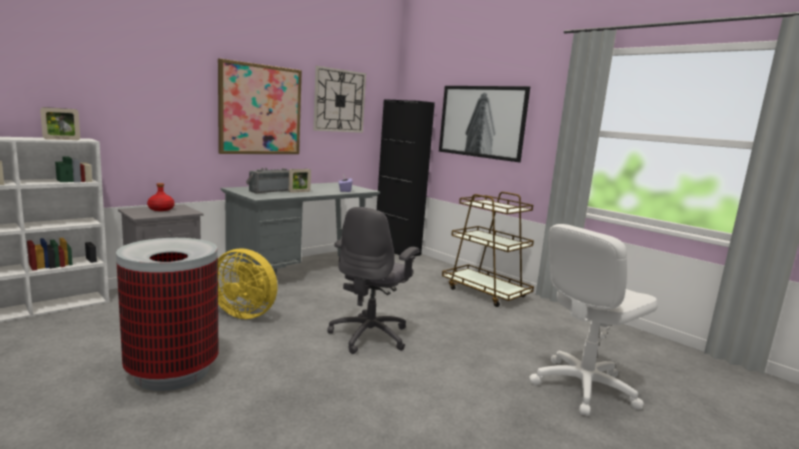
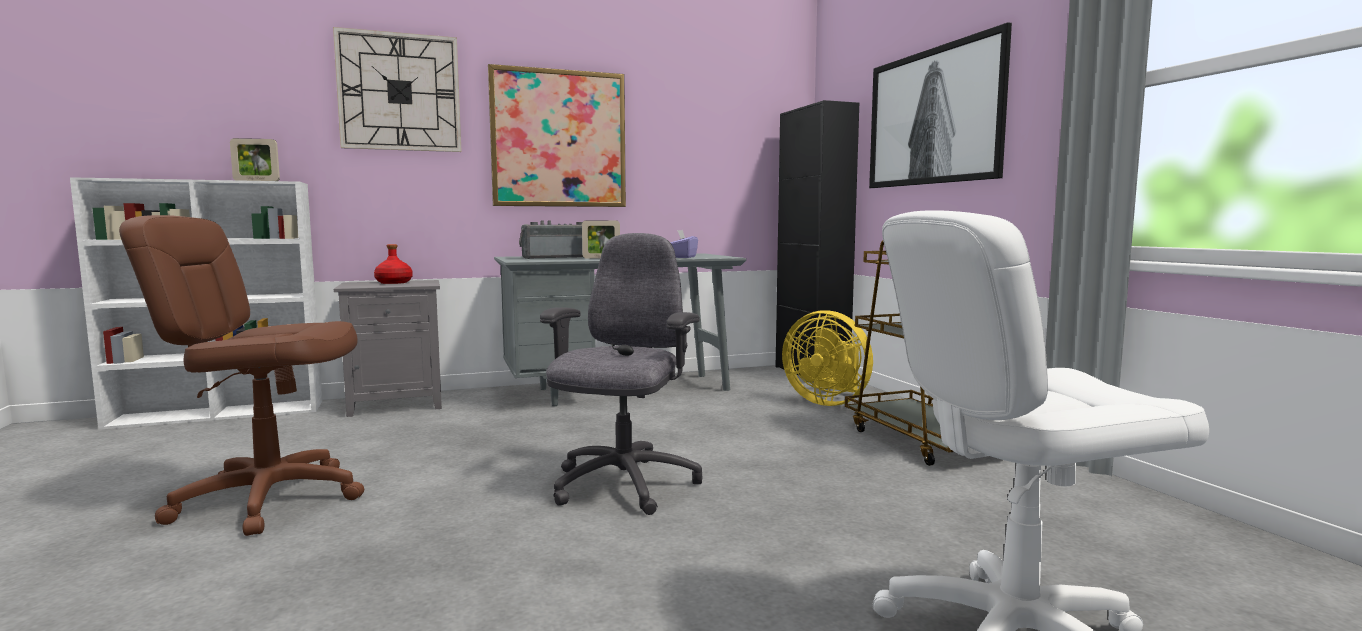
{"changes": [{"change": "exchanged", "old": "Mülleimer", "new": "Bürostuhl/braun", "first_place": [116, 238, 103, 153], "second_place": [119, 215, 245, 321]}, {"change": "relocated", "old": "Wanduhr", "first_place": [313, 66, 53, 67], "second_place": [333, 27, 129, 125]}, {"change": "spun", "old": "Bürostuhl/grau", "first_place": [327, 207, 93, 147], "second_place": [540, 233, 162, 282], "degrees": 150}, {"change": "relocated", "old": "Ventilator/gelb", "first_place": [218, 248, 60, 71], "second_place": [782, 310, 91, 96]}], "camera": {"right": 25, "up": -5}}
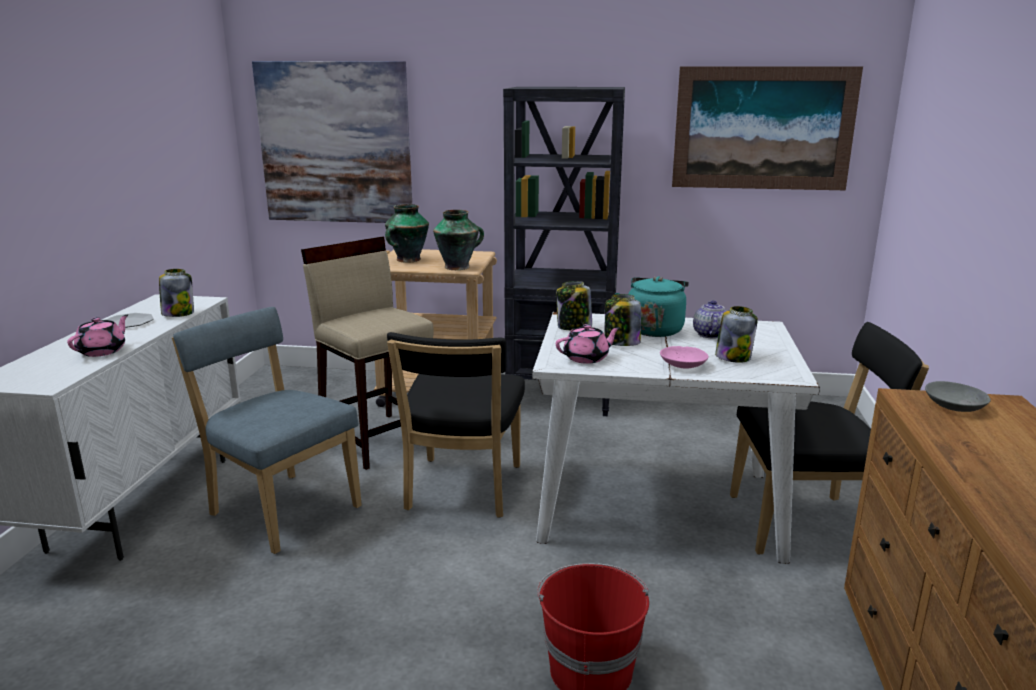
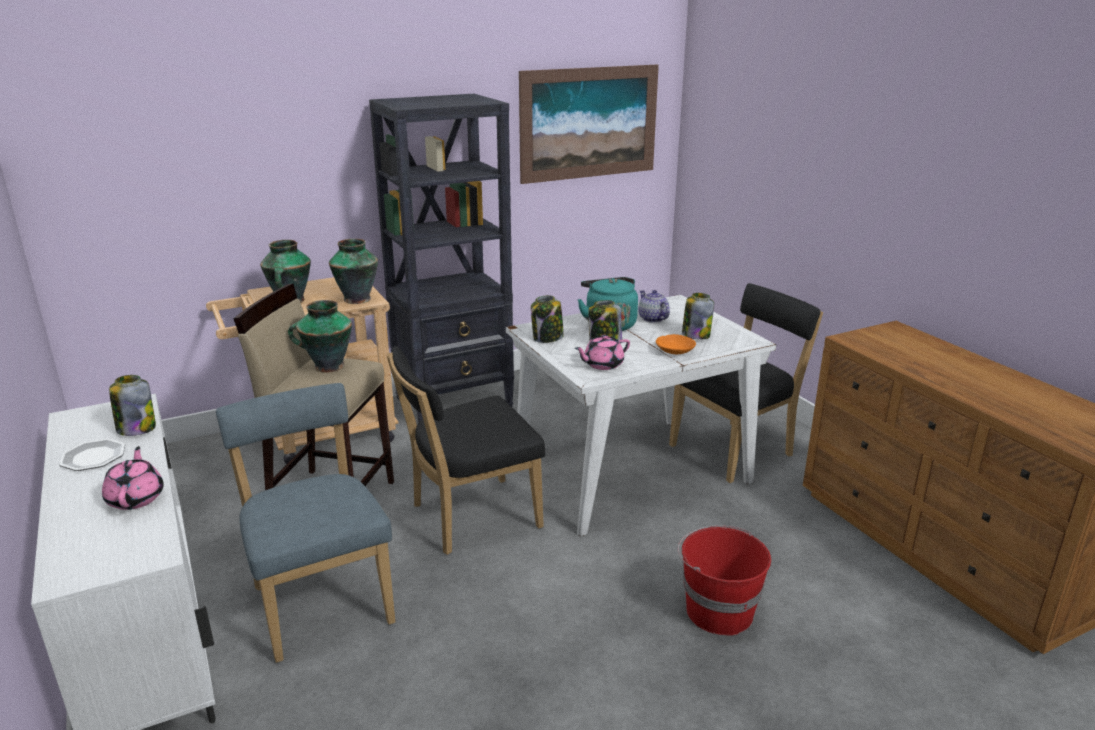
{"changes": [{"change": "spun", "old": "Stuhl/blau", "first_place": [172, 307, 190, 247], "second_place": [216, 383, 179, 280], "degrees": 60}, {"change": "appeared", "new": "Vase", "second_place": [288, 300, 64, 73]}, {"change": "spun", "old": "Stuhl/schwarz", "first_place": [387, 332, 138, 185], "second_place": [387, 346, 158, 209], "degrees": 90}, {"change": "spun", "old": "Teekanne/rosa", "first_place": [556, 324, 65, 40], "second_place": [575, 335, 55, 35], "degrees": -150}, {"change": "colour", "old": "Schüssel/rosa", "new": "Schüssel/orange", "first_place": [660, 346, 49, 22], "second_place": [656, 334, 40, 20]}, {"change": "missing", "old": "Bild", "first_place": [252, 61, 160, 162]}, {"change": "missing", "old": "Schüssel/grau", "first_place": [925, 381, 66, 31]}], "camera": {"right": -35, "up": 5}}
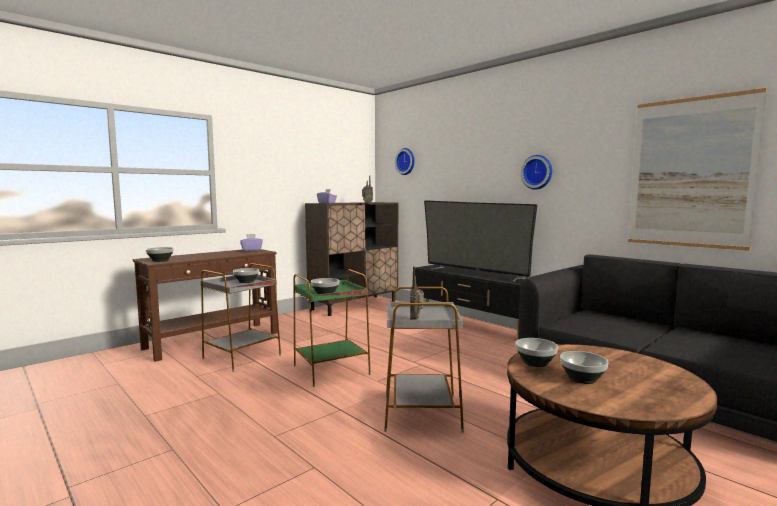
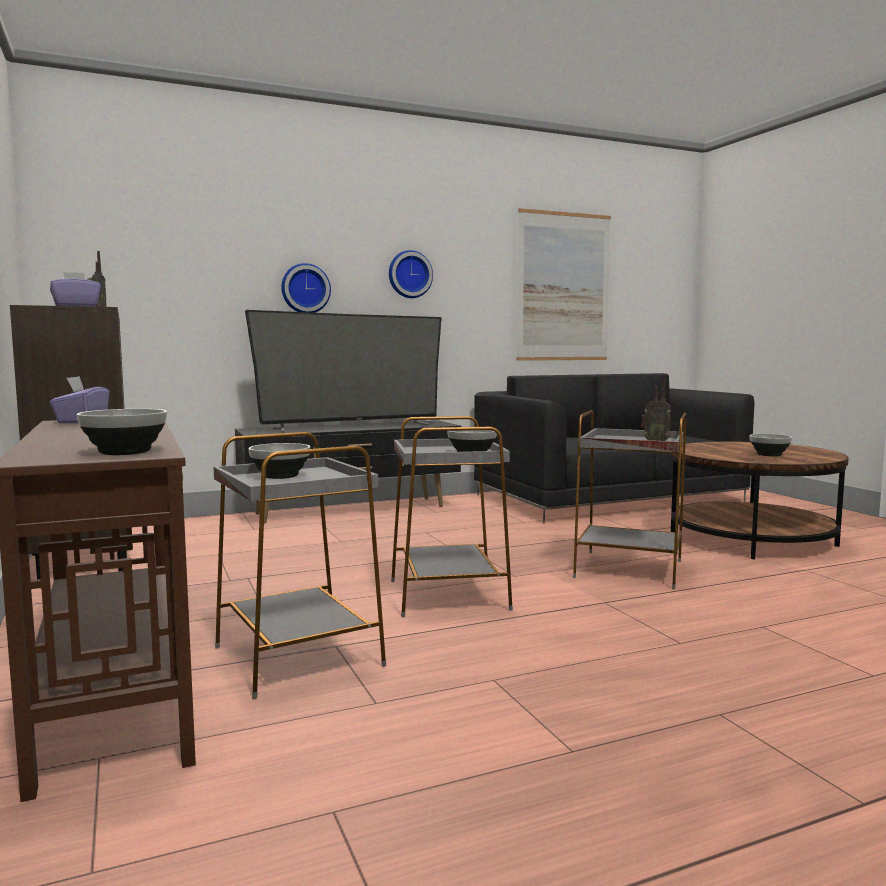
{"changes": [{"change": "relocated", "old": "Wanduhr", "first_place": [395, 148, 20, 27], "second_place": [281, 263, 50, 50]}, {"change": "colour", "old": "Beistelltisch/grün", "new": "Beistelltisch/grau", "first_place": [294, 269, 77, 118], "second_place": [391, 416, 122, 201]}, {"change": "missing", "old": "Schüssel", "first_place": [515, 338, 43, 29]}], "camera": {"right": -70, "up": 0}}
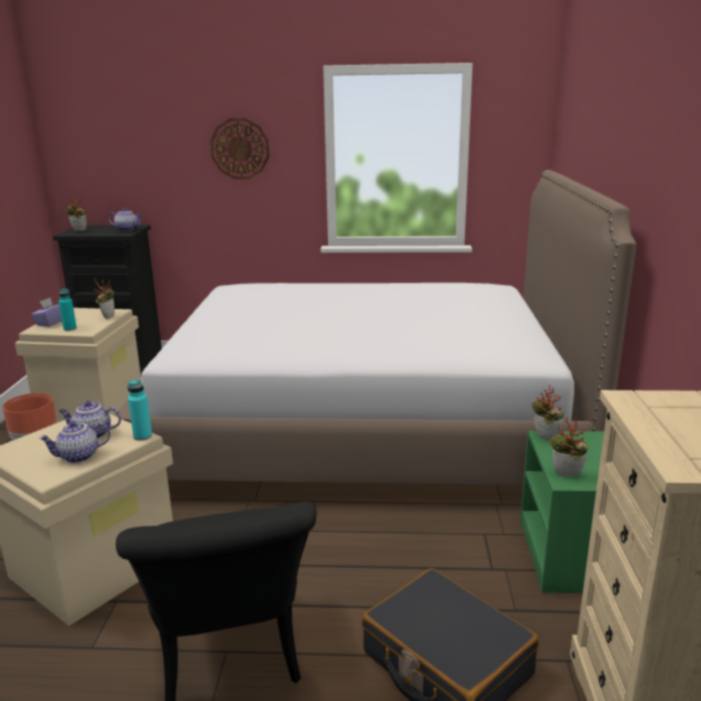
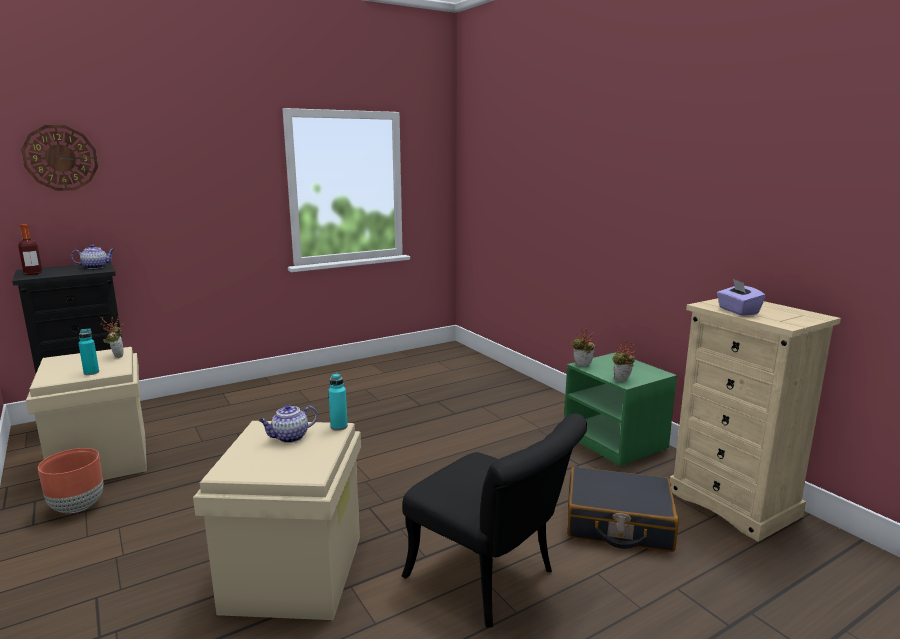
{"changes": [{"change": "exchanged", "old": "Topfpflanze", "new": "Flasche", "first_place": [65, 195, 22, 36], "second_place": [18, 224, 24, 51]}, {"change": "relocated", "old": "Wanduhr", "first_place": [210, 118, 59, 61], "second_place": [21, 125, 77, 66]}, {"change": "relocated", "old": "Taschentuchbox/lila", "first_place": [31, 298, 31, 29], "second_place": [717, 279, 49, 37]}, {"change": "missing", "old": "Teekanne", "first_place": [39, 421, 71, 42]}, {"change": "missing", "old": "Bett", "first_place": [114, 170, 522, 315]}], "camera": {"right": -35, "up": -5}}
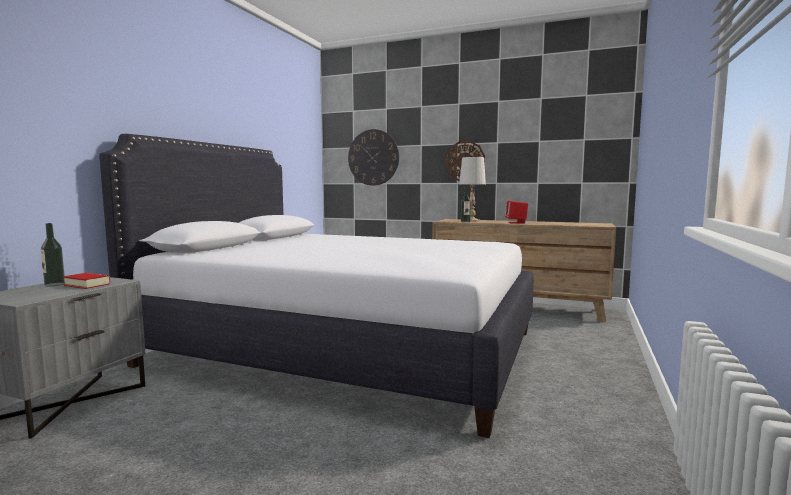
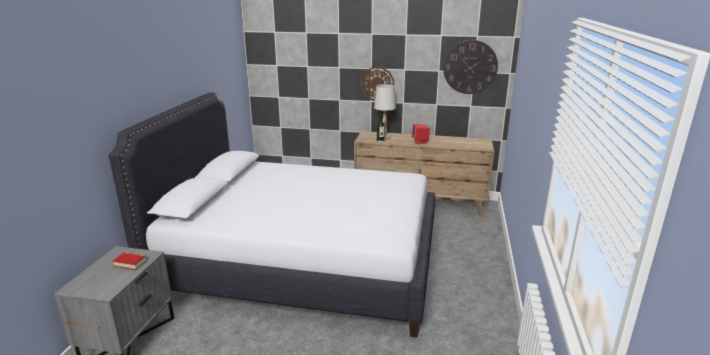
{"changes": [{"change": "relocated", "old": "Wanduhr", "first_place": [348, 129, 51, 57], "second_place": [443, 40, 55, 54]}, {"change": "missing", "old": "Flasche", "first_place": [41, 223, 24, 63]}], "camera": {"right": -10, "up": 15}}
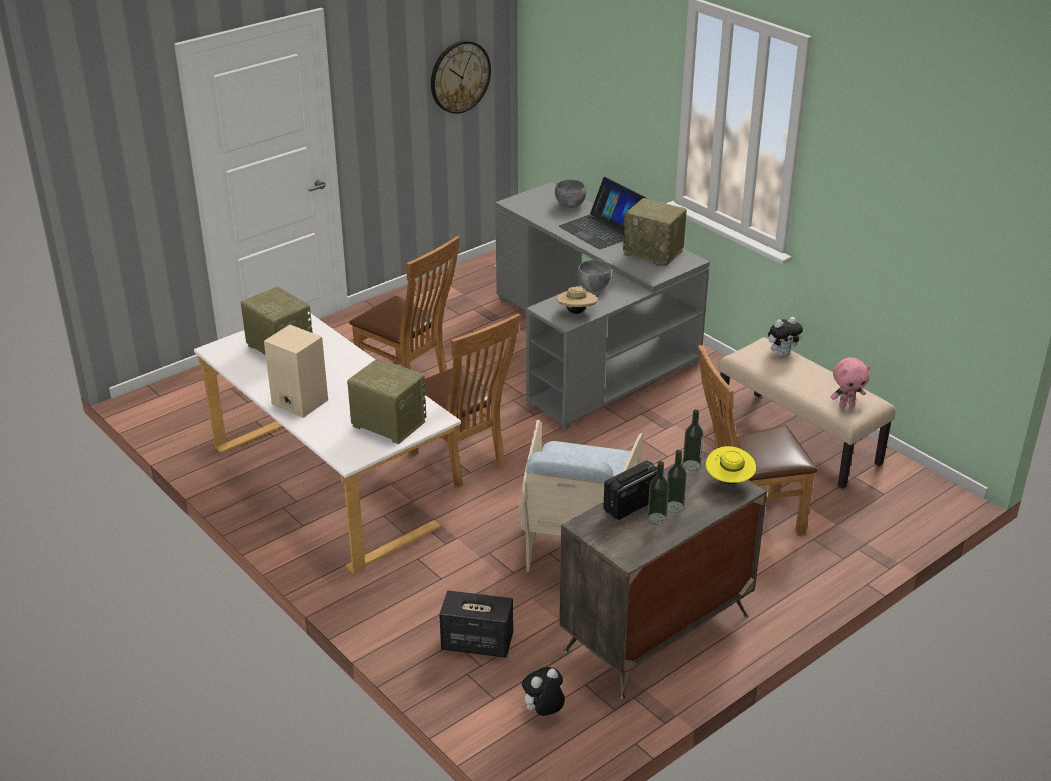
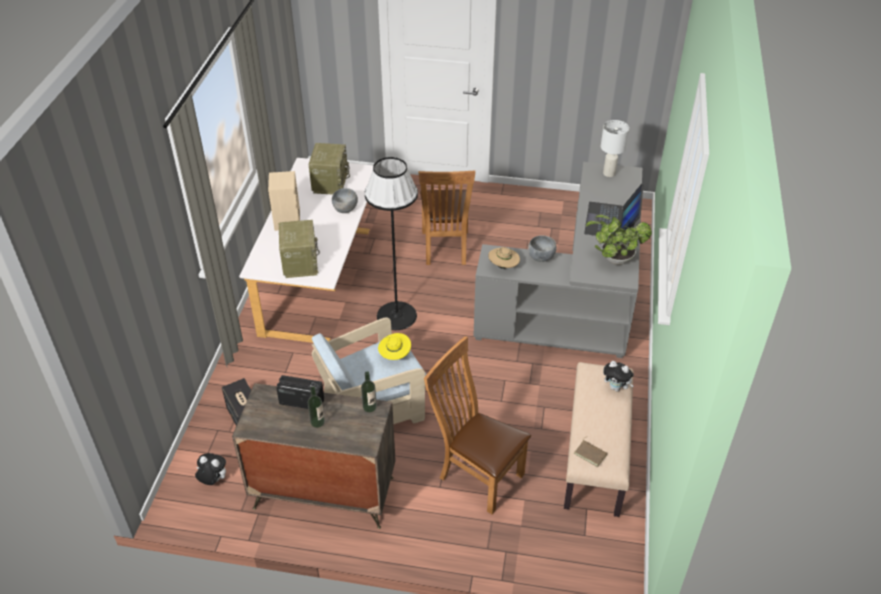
{"changes": [{"change": "relocated", "old": "Schüssel/grau", "first_place": [555, 179, 31, 29], "second_place": [332, 188, 26, 25]}, {"change": "exchanged", "old": "Stuhl/braun", "new": "Stehlampe/schwarz", "first_place": [408, 313, 113, 175], "second_place": [365, 157, 53, 173]}, {"change": "relocated", "old": "Hut/gelb", "first_place": [706, 446, 50, 38], "second_place": [378, 333, 33, 27]}, {"change": "exchanged", "old": "Plüschtier/rosa", "new": "Buch/braun", "first_place": [830, 357, 41, 51], "second_place": [574, 437, 34, 30]}, {"change": "exchanged", "old": "Radio", "new": "Topfpflanze", "first_place": [623, 198, 64, 68], "second_place": [586, 215, 66, 50]}, {"change": "appeared", "new": "Tischlampe/weiß", "second_place": [601, 120, 28, 57]}, {"change": "missing", "old": "Wanduhr", "first_place": [431, 40, 60, 74]}, {"change": "missing", "old": "Flasche", "first_place": [648, 461, 21, 64]}], "camera": {"right": 50, "up": 10}}
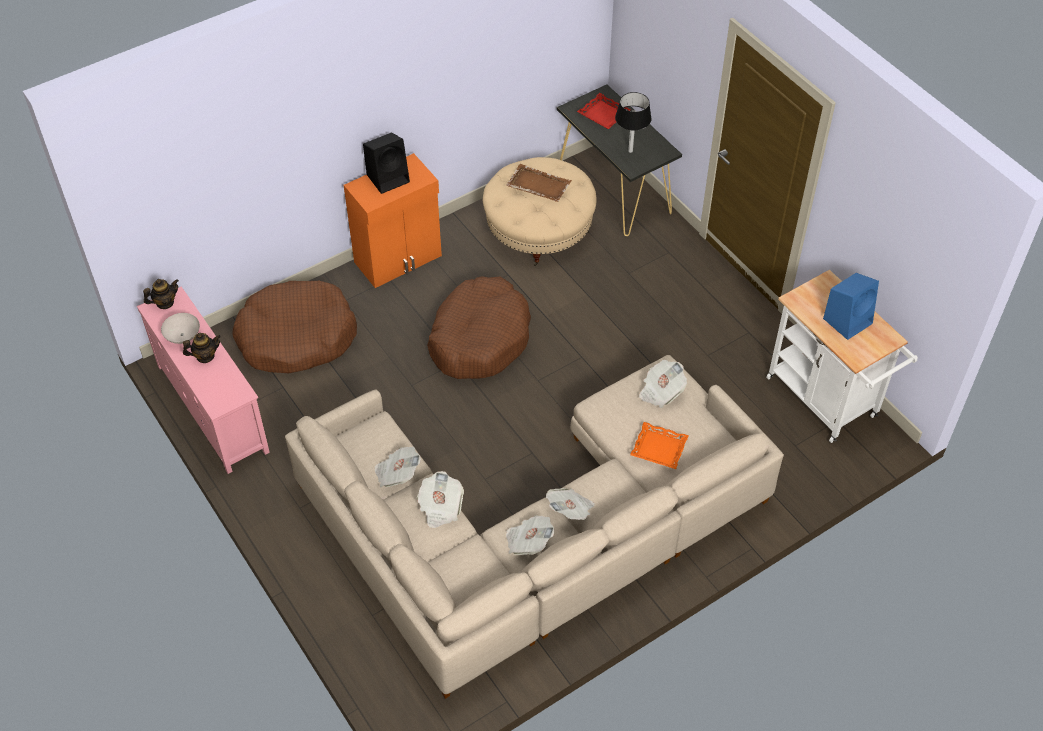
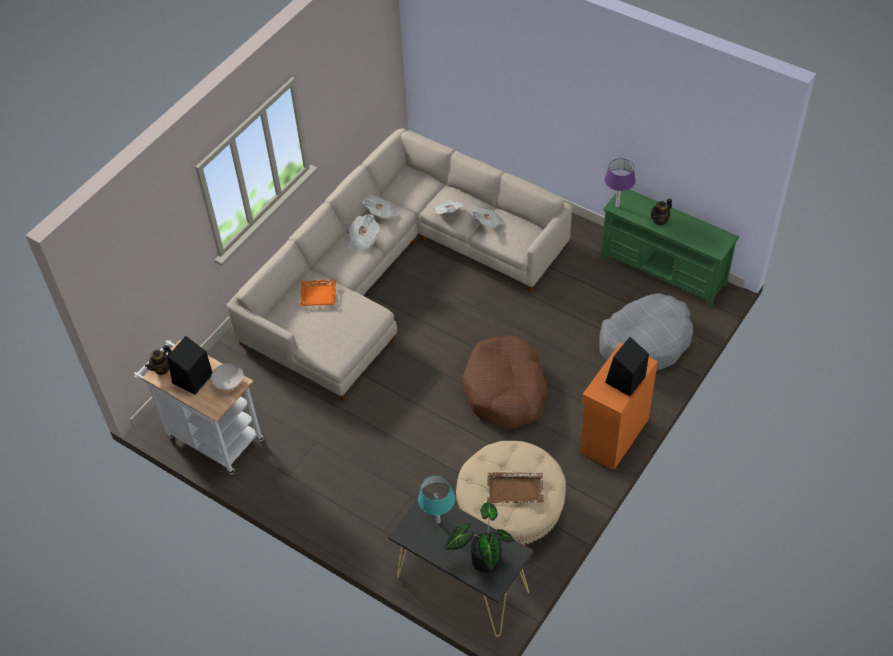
{"changes": [{"change": "relocated", "old": "Teekanne", "first_place": [143, 279, 36, 30], "second_place": [145, 345, 27, 30]}, {"change": "colour", "old": "Lautsprecher/blau", "new": "Lautsprecher/schwarz", "first_place": [823, 273, 56, 67], "second_place": [167, 336, 45, 59]}, {"change": "relocated", "old": "Schüssel/weiß", "first_place": [161, 313, 39, 31], "second_place": [211, 363, 33, 28]}, {"change": "colour", "old": "Tischlampe/schwarz", "new": "Tischlampe/türkis", "first_place": [615, 92, 36, 61], "second_place": [418, 475, 37, 49]}, {"change": "exchanged", "old": "Tablett/rot", "new": "Topfpflanze", "first_place": [577, 93, 54, 36], "second_place": [445, 502, 70, 71]}, {"change": "colour", "old": "Hundebett/braun", "new": "Hundebett/grau", "first_place": [233, 281, 124, 92], "second_place": [600, 293, 93, 77]}, {"change": "colour", "old": "Fernsehschrank/rosa", "new": "Fernsehschrank/grün", "first_place": [137, 286, 133, 188], "second_place": [601, 189, 138, 119]}, {"change": "appeared", "new": "Tischlampe/lila", "second_place": [605, 158, 31, 50]}, {"change": "missing", "old": "Zeitung", "first_place": [639, 360, 48, 48]}], "camera": {"right": 160, "up": 0}}
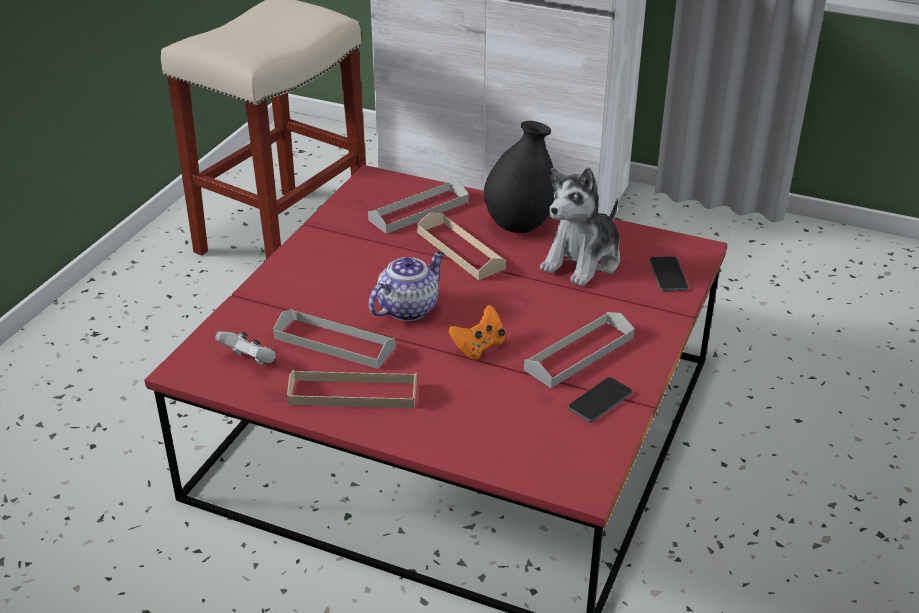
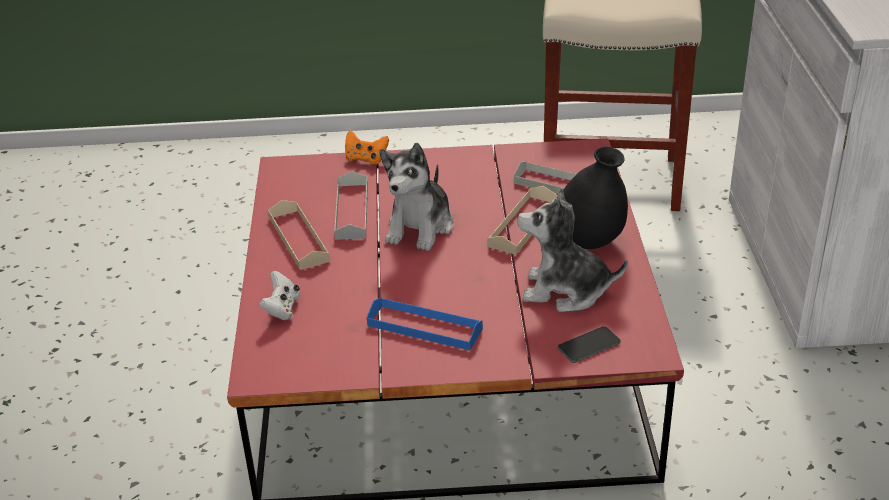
{"changes": [{"change": "relocated", "old": "Gamepad/weiß", "first_place": [215, 331, 61, 34], "second_place": [259, 271, 40, 49]}, {"change": "relocated", "old": "Gamepad/orange", "first_place": [448, 305, 57, 54], "second_place": [345, 130, 44, 35]}, {"change": "colour", "old": "Tablett/grau", "new": "Tablett/blau", "first_place": [524, 312, 111, 76], "second_place": [367, 297, 116, 53]}, {"change": "exchanged", "old": "Teekanne", "new": "Plüschtier", "first_place": [369, 251, 76, 70], "second_place": [380, 143, 74, 108]}, {"change": "missing", "old": "Handy", "first_place": [568, 377, 65, 45]}], "camera": {"right": 65, "up": 0}}
